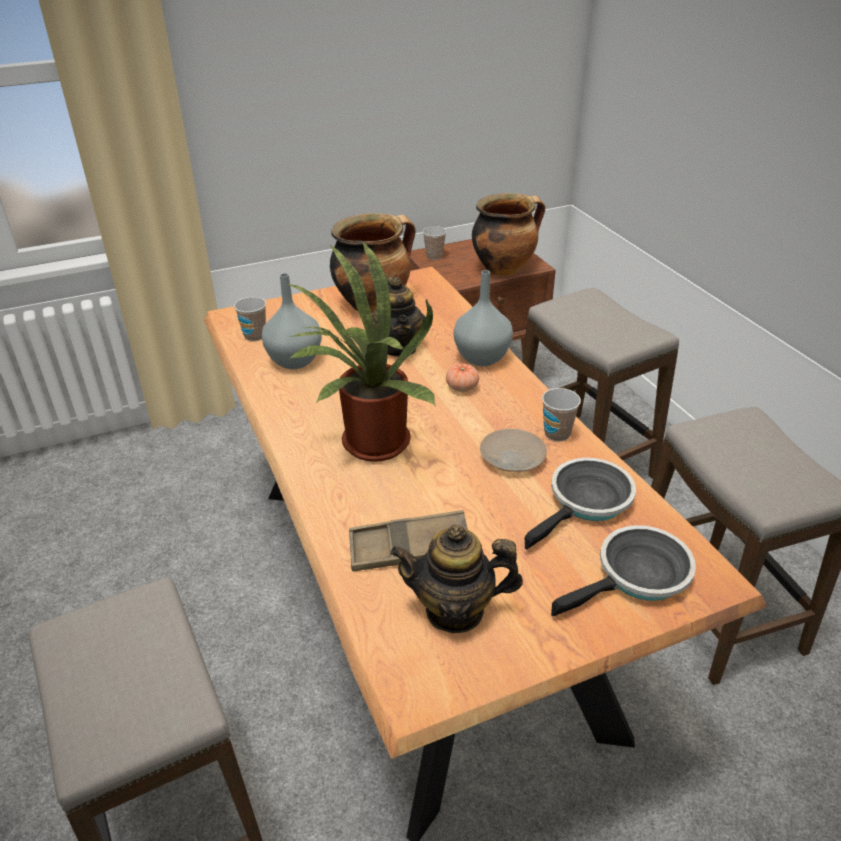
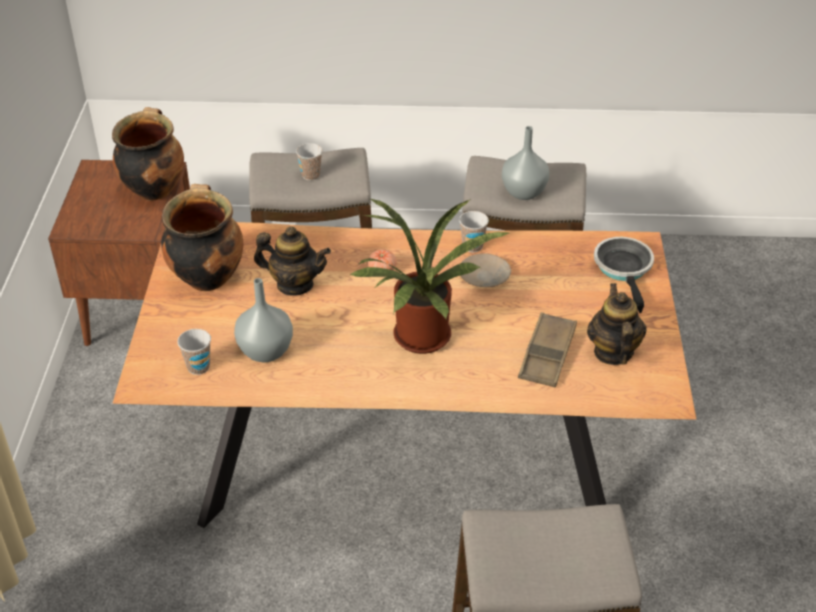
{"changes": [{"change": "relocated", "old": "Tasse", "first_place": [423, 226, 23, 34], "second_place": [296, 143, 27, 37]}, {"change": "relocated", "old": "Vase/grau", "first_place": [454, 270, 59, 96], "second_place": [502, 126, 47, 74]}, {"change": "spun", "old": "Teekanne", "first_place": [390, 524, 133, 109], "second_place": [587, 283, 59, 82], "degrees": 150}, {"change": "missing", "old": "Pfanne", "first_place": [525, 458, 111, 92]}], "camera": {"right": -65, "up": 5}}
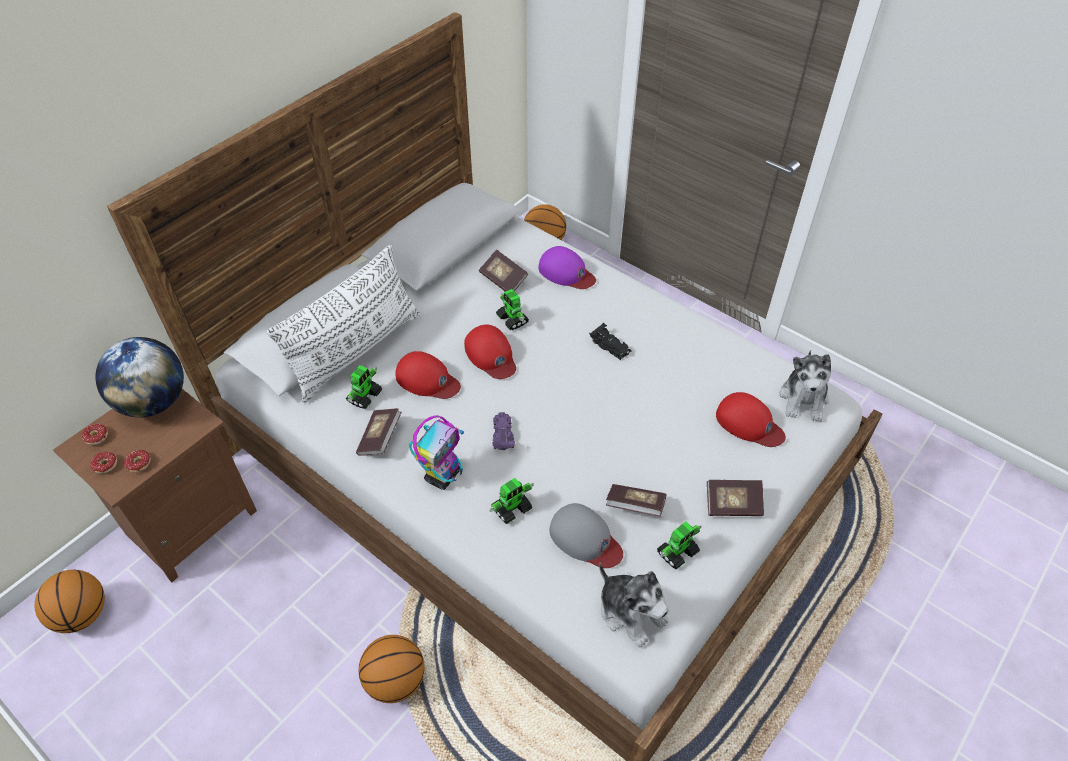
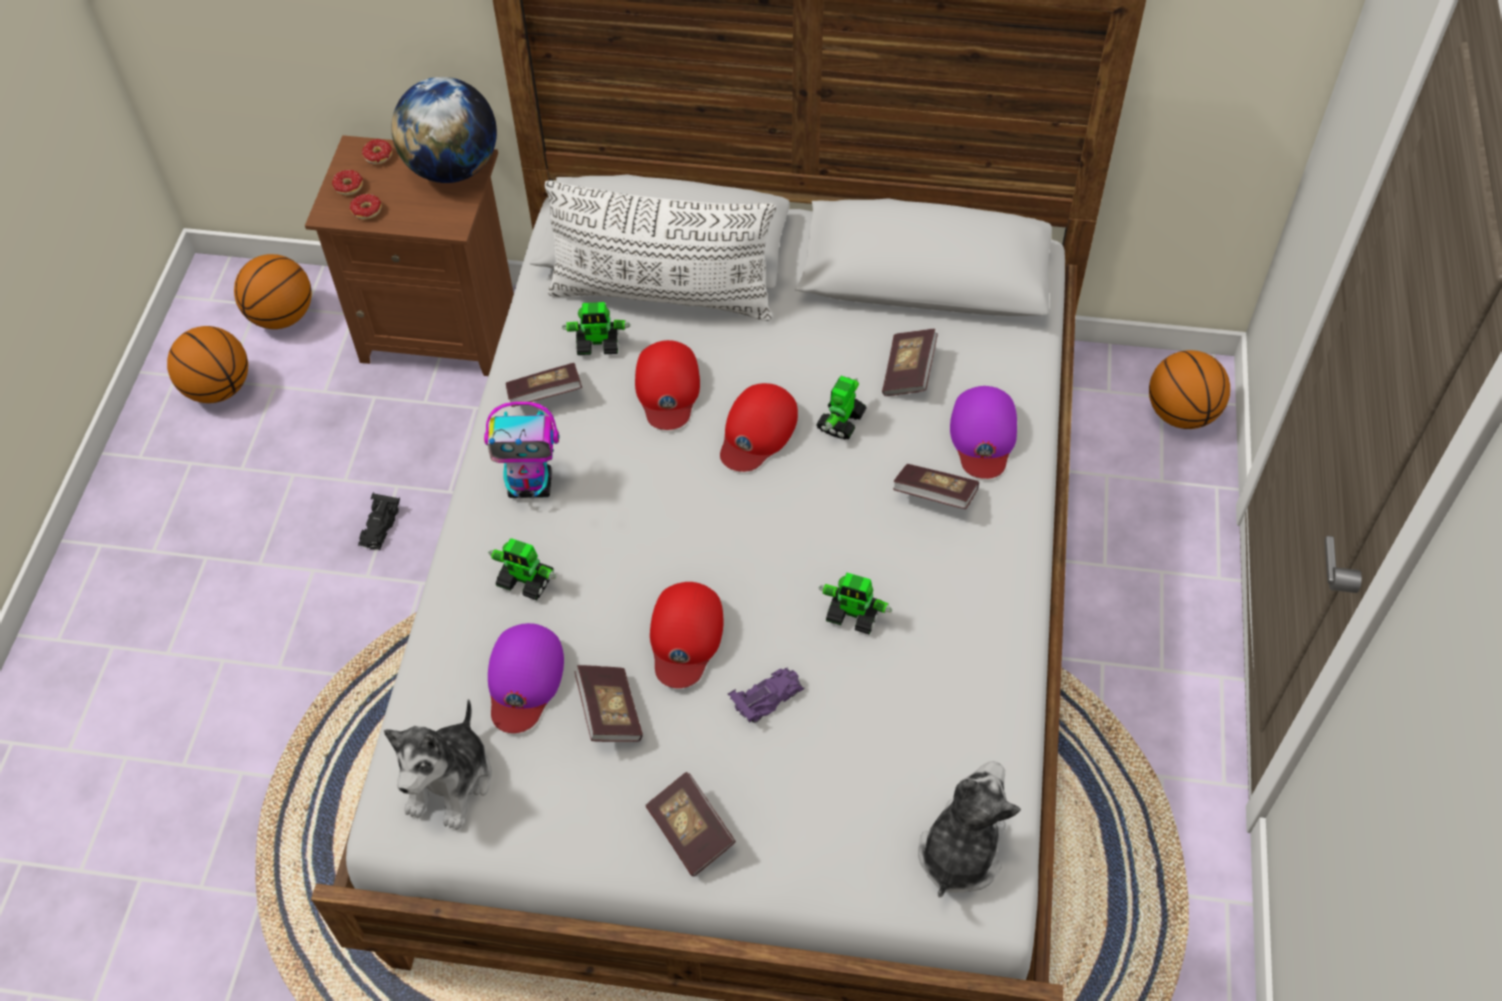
{"changes": [{"change": "relocated", "old": "Basketball", "first_place": [358, 635, 67, 68], "second_place": [167, 326, 81, 77]}, {"change": "relocated", "old": "Spielzeugauto/schwarz", "first_place": [589, 323, 42, 37], "second_place": [358, 492, 42, 58]}, {"change": "colour", "old": "Kappe/grau", "new": "Kappe/lila", "first_place": [549, 503, 74, 65], "second_place": [488, 623, 76, 110]}, {"change": "relocated", "old": "Kappe/rot", "first_place": [716, 392, 70, 55], "second_place": [650, 582, 74, 106]}, {"change": "relocated", "old": "Spielzeugauto/lila", "first_place": [493, 412, 22, 38], "second_place": [728, 667, 76, 56]}, {"change": "relocated", "old": "Spielzeugroboter", "first_place": [657, 522, 45, 47], "second_place": [818, 573, 74, 61]}, {"change": "appeared", "new": "Buch", "second_place": [893, 464, 86, 45]}, {"change": "spun", "old": "Plüschtier", "first_place": [779, 350, 52, 72], "second_place": [918, 761, 103, 137], "degrees": 135}], "camera": {"right": 60, "up": 5}}
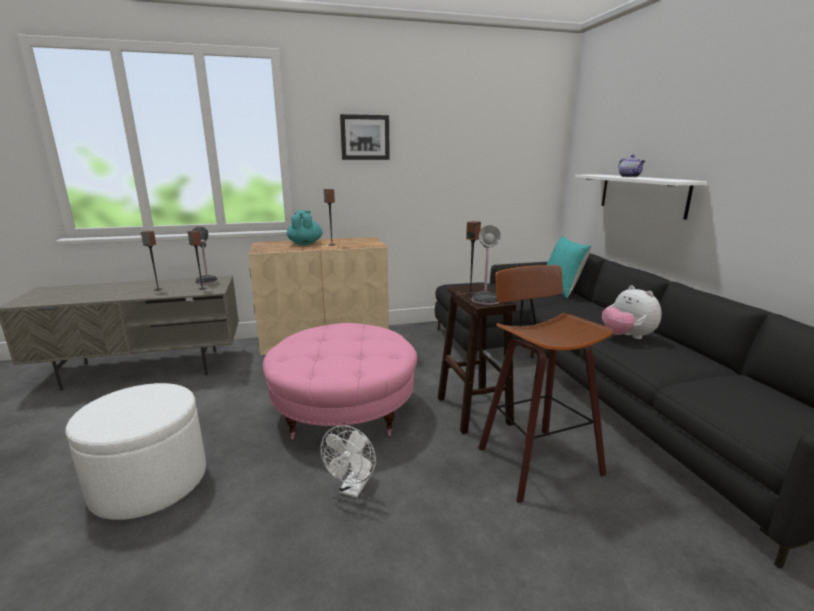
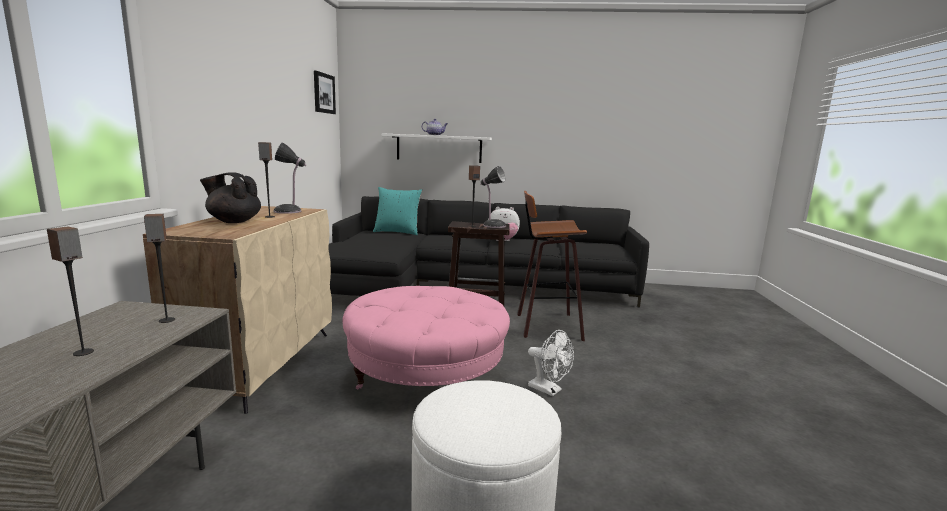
{"changes": [{"change": "colour", "old": "Teekanne/türkis", "new": "Teekanne/schwarz", "first_place": [287, 210, 35, 35], "second_place": [200, 172, 61, 51]}, {"change": "relocated", "old": "Tischlampe", "first_place": [192, 226, 26, 58], "second_place": [273, 142, 33, 72]}, {"change": "relocated", "old": "Bild", "first_place": [340, 114, 50, 46], "second_place": [314, 71, 22, 43]}], "camera": {"right": -70, "up": -5}}
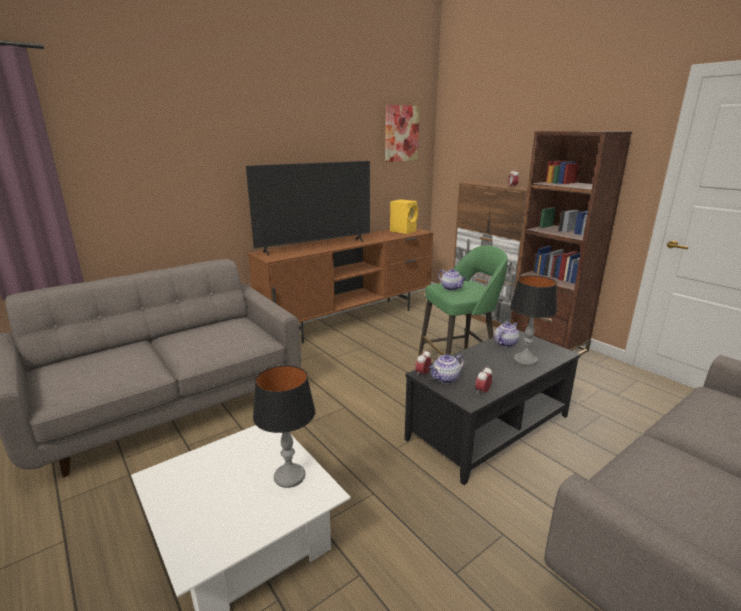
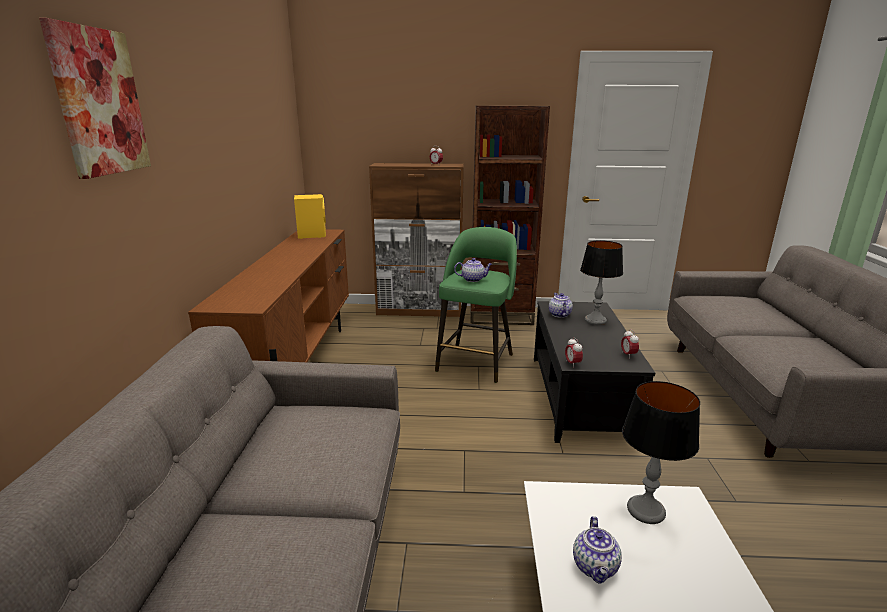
{"changes": [{"change": "relocated", "old": "Bild", "first_place": [385, 105, 35, 57], "second_place": [39, 18, 112, 161]}, {"change": "relocated", "old": "Teekanne", "first_place": [429, 354, 35, 29], "second_place": [573, 516, 49, 68]}, {"change": "missing", "old": "Fernseher", "first_place": [246, 161, 124, 95]}], "camera": {"right": -50, "up": 0}}
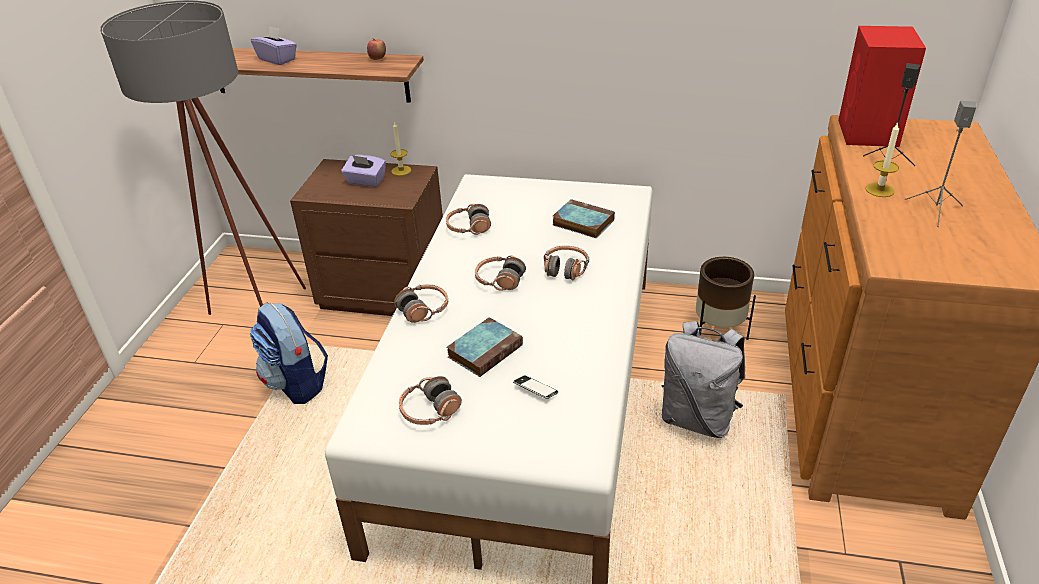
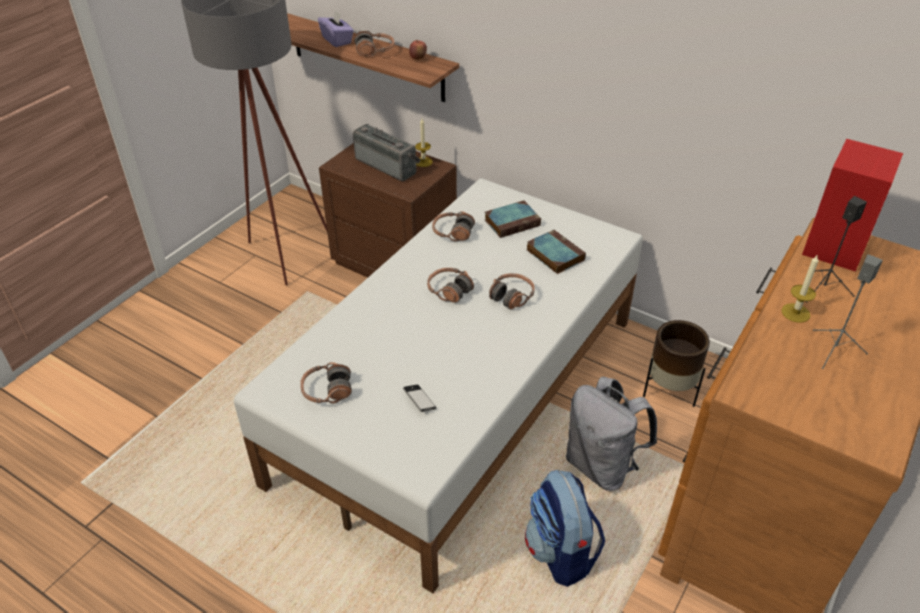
{"changes": [{"change": "exchanged", "old": "Taschentuchbox/lila", "new": "Radio", "first_place": [341, 155, 45, 32], "second_place": [353, 124, 68, 57]}, {"change": "relocated", "old": "Kopfhörer", "first_place": [394, 284, 54, 39], "second_place": [354, 31, 41, 26]}, {"change": "relocated", "old": "Buch", "first_place": [447, 317, 76, 60], "second_place": [485, 200, 56, 38]}, {"change": "relocated", "old": "Rucksack", "first_place": [250, 302, 78, 102], "second_place": [525, 469, 80, 118]}], "camera": {"right": 20, "up": 5}}
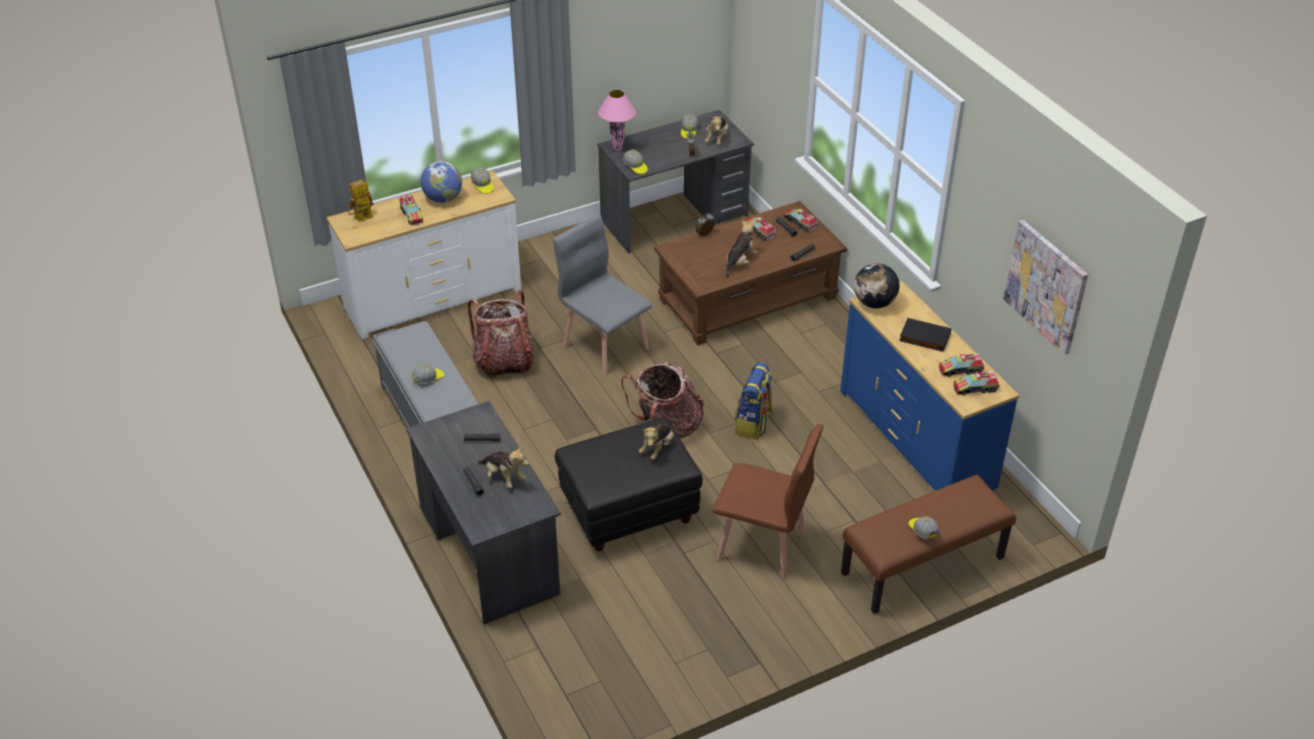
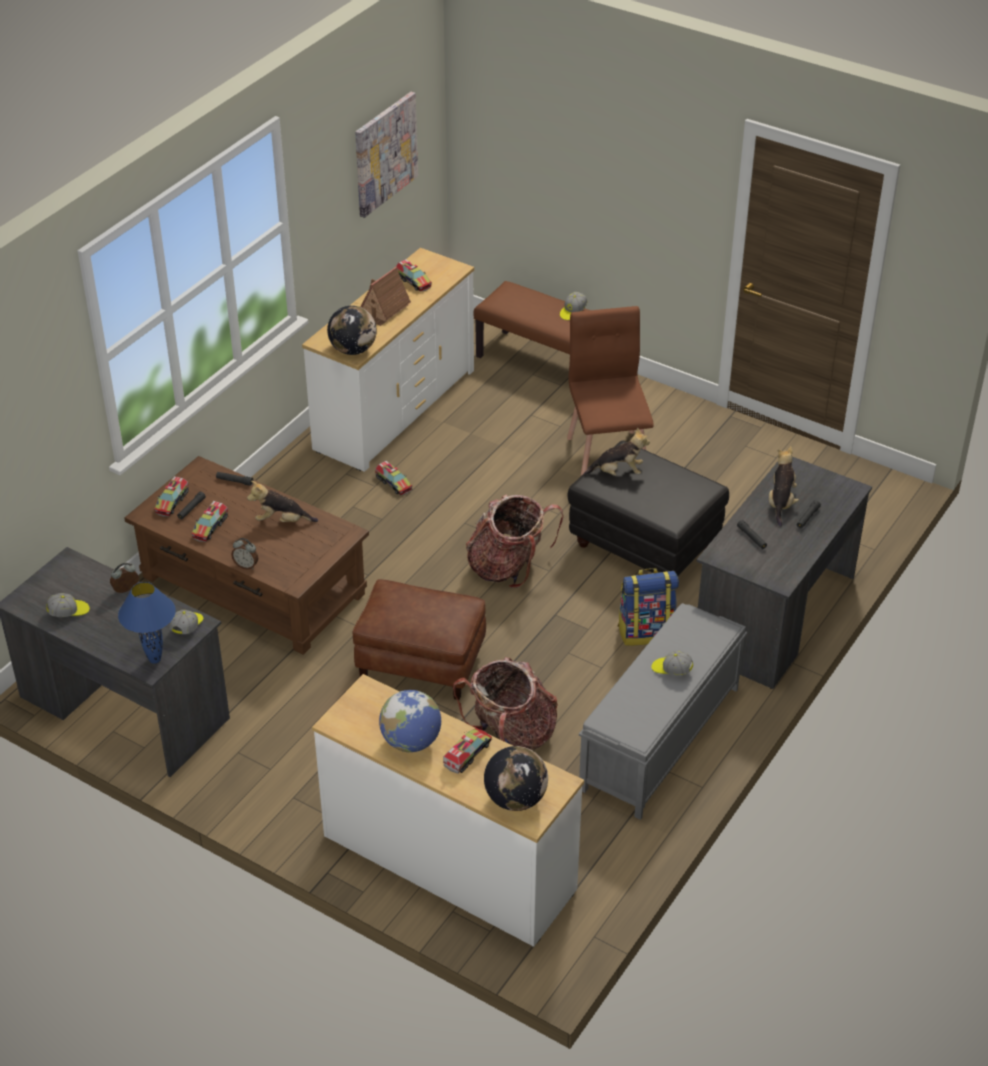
{"changes": [{"change": "colour", "old": "Tischlampe/rosa", "new": "Tischlampe/blau", "first_place": [598, 90, 38, 61], "second_place": [118, 582, 58, 82]}, {"change": "colour", "old": "Kommode/blau", "new": "Kommode/weiß", "first_place": [840, 281, 180, 210], "second_place": [302, 248, 172, 224]}, {"change": "exchanged", "old": "Stuhl/grau", "new": "Polsterhocker/braun", "first_place": [553, 213, 99, 163], "second_place": [353, 579, 133, 121]}, {"change": "exchanged", "old": "Buch/schwarz", "new": "Spielzeughaus", "first_place": [899, 318, 52, 34], "second_place": [360, 267, 51, 59]}, {"change": "relocated", "old": "Spielzeuglaster", "first_place": [953, 372, 46, 24], "second_place": [375, 461, 37, 34]}, {"change": "exchanged", "old": "Spielzeugroboter", "new": "Globus", "first_place": [347, 179, 27, 43], "second_place": [484, 746, 64, 65]}, {"change": "relocated", "old": "Rucksack", "first_place": [735, 362, 39, 78], "second_place": [617, 568, 62, 78]}, {"change": "missing", "old": "Kappe", "first_place": [471, 167, 23, 27]}, {"change": "missing", "old": "Plüschtier", "first_place": [705, 115, 23, 30]}], "camera": {"right": -120, "up": 0}}
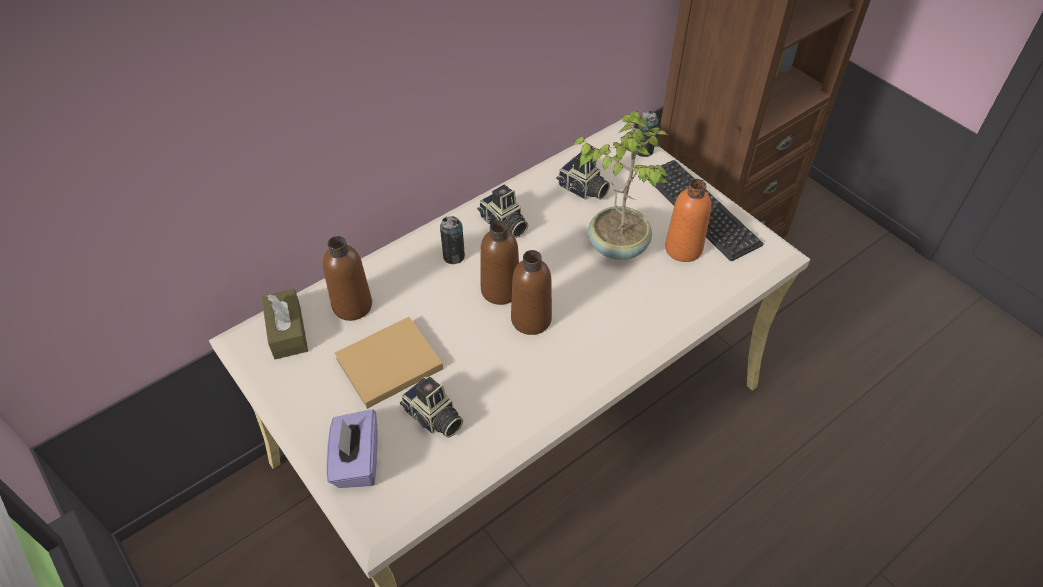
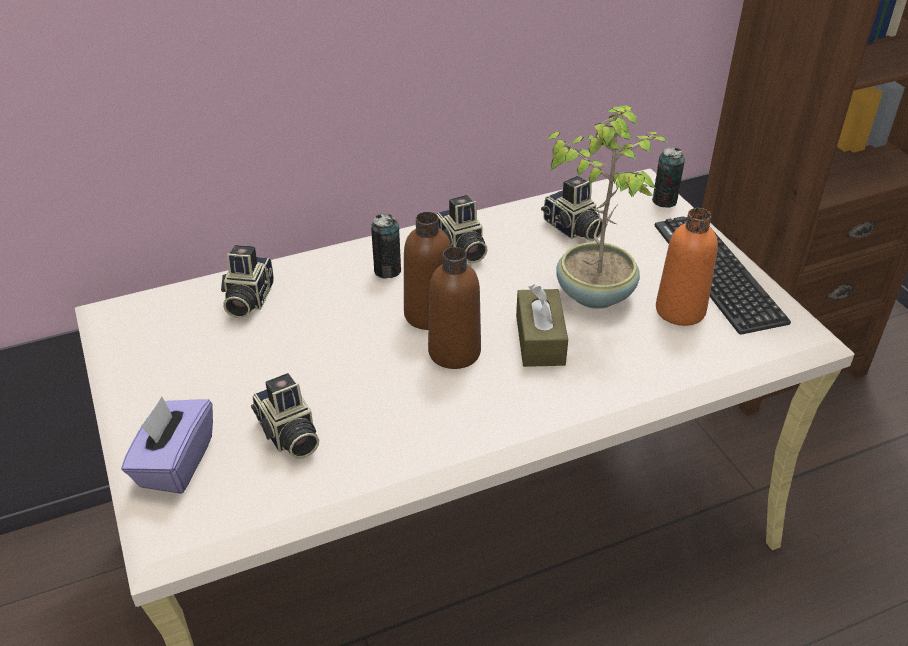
{"changes": [{"change": "exchanged", "old": "Flasche/braun", "new": "Kamera", "first_place": [323, 236, 49, 85], "second_place": [221, 245, 53, 73]}, {"change": "relocated", "old": "Taschentuchbox/braun", "first_place": [261, 289, 47, 70], "second_place": [516, 285, 52, 82]}, {"change": "missing", "old": "Buch/beige", "first_place": [334, 317, 109, 92]}], "camera": {"right": 15, "up": -10}}
